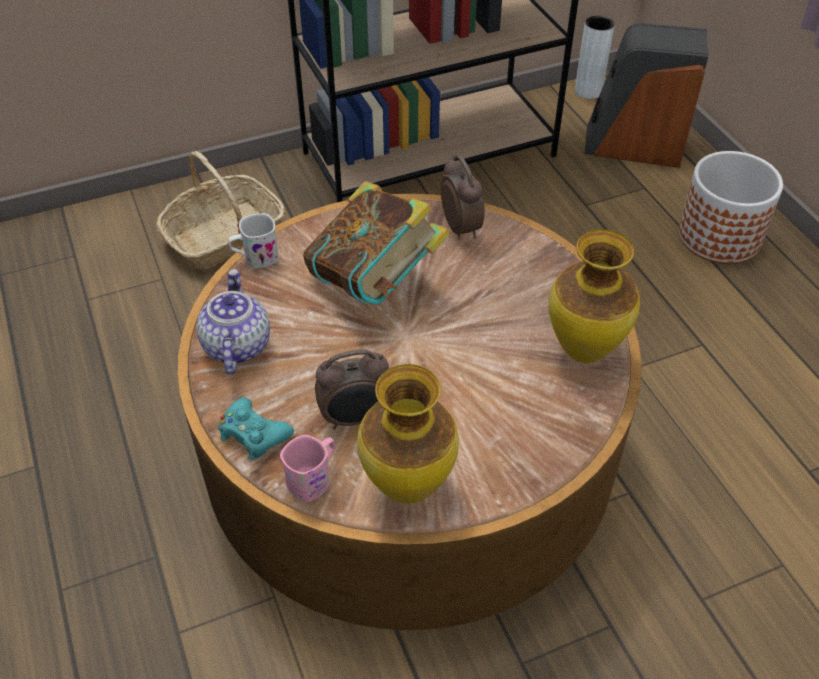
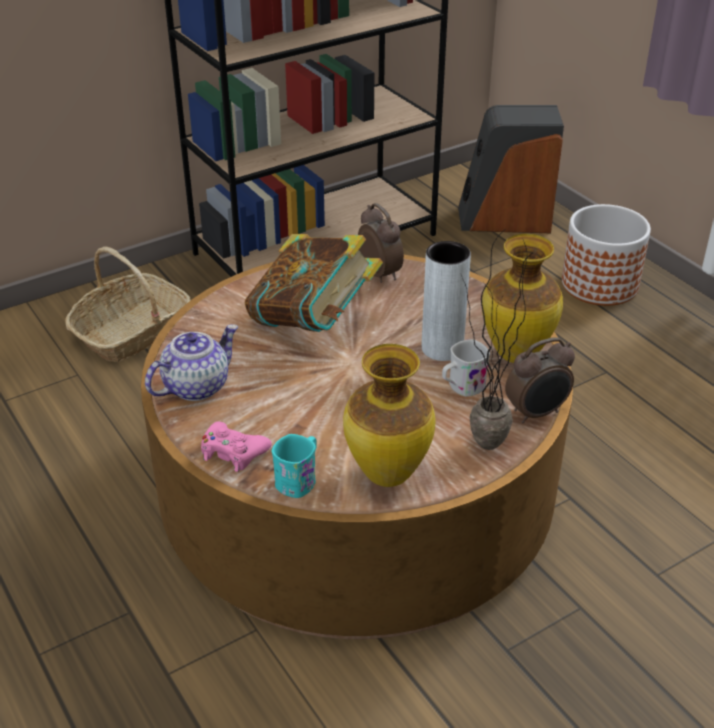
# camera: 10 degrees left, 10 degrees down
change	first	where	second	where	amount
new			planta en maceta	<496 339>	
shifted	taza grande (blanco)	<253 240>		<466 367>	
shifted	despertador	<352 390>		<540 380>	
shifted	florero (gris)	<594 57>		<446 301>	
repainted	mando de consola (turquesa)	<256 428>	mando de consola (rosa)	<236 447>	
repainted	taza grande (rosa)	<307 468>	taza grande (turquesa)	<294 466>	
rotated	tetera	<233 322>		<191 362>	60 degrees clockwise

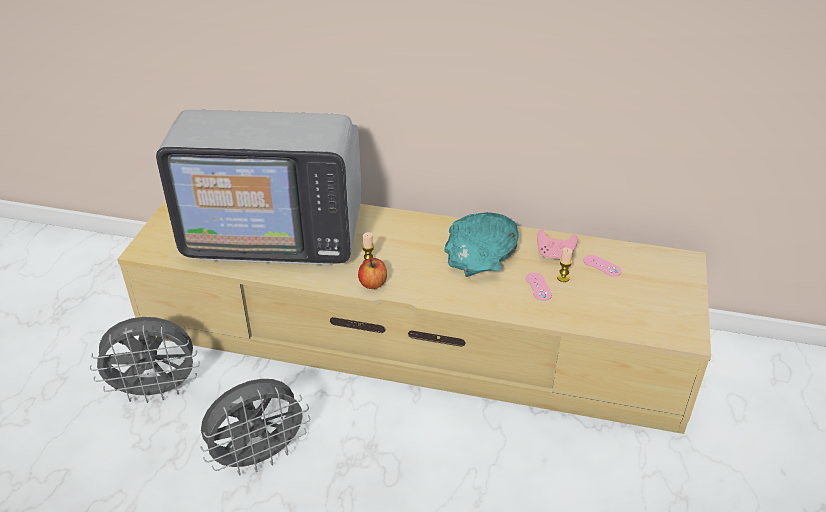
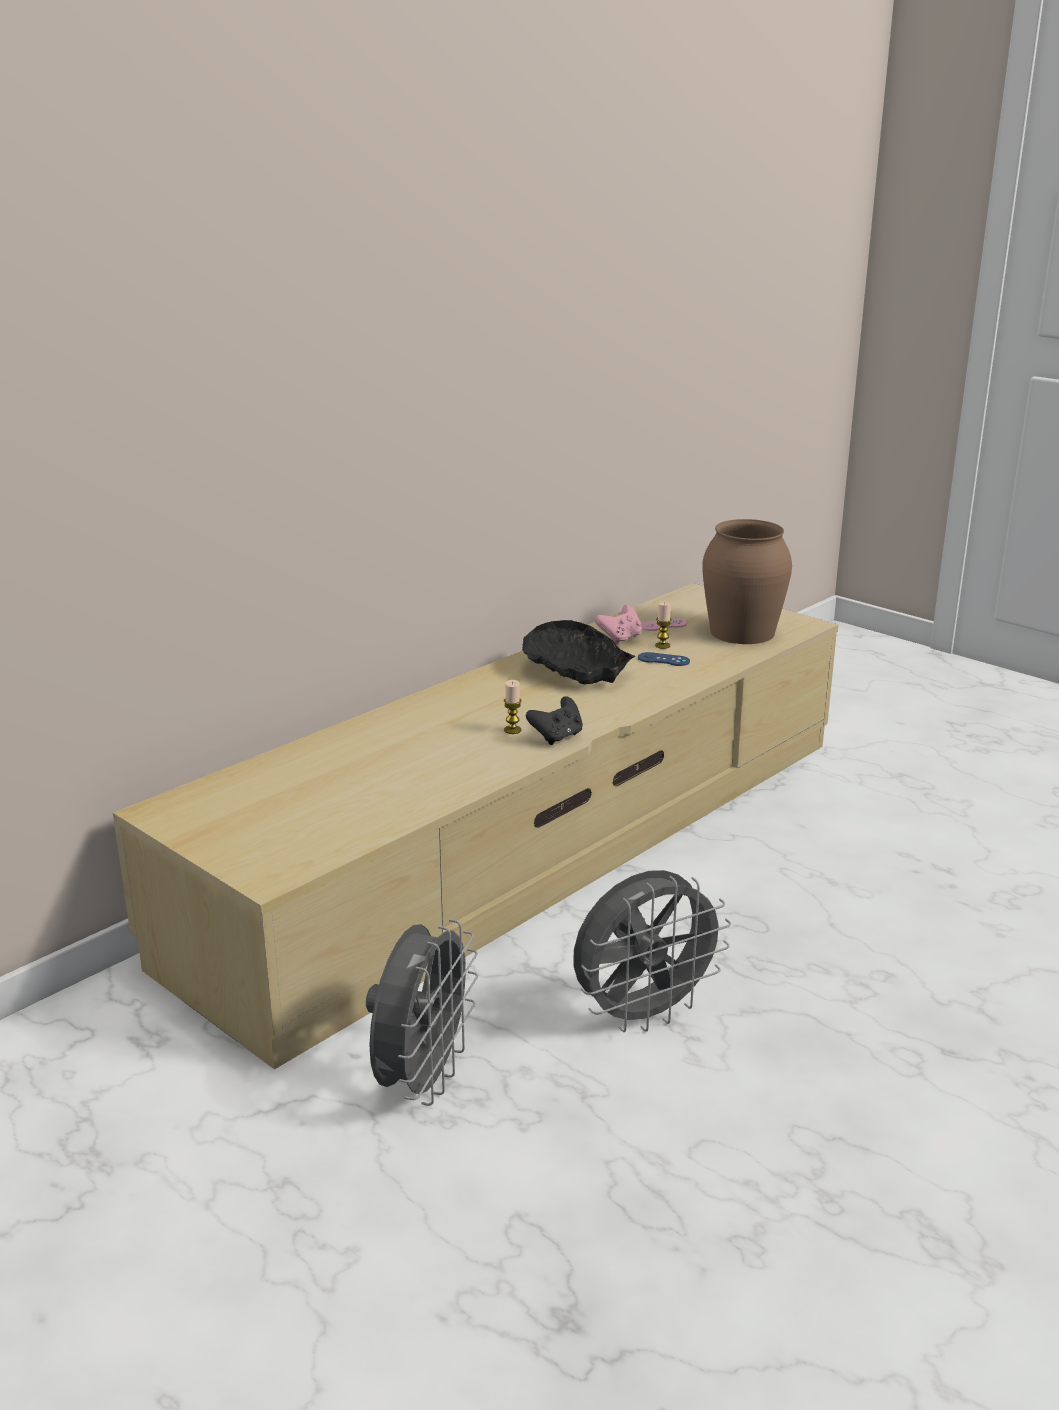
# camera: 60 degrees left, 15 degrees down
change	first	where	second	where	amount
gone	televisor	<259 187>			
new			florero (marrón)	<747 581>	
swapped	manzana	<372 273>	mando de consola (negro)	<554 720>	
repainted	cuenco (turquesa)	<481 244>	cuenco (negro)	<578 652>	
repainted	mando de consola (rosa)	<539 287>	mando de consola (azul)	<664 659>	
rotated	ventilador (gris)	<255 427>		<652 951>	60 degrees clockwise

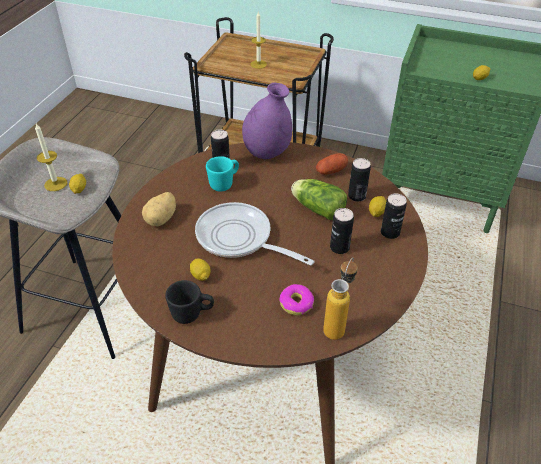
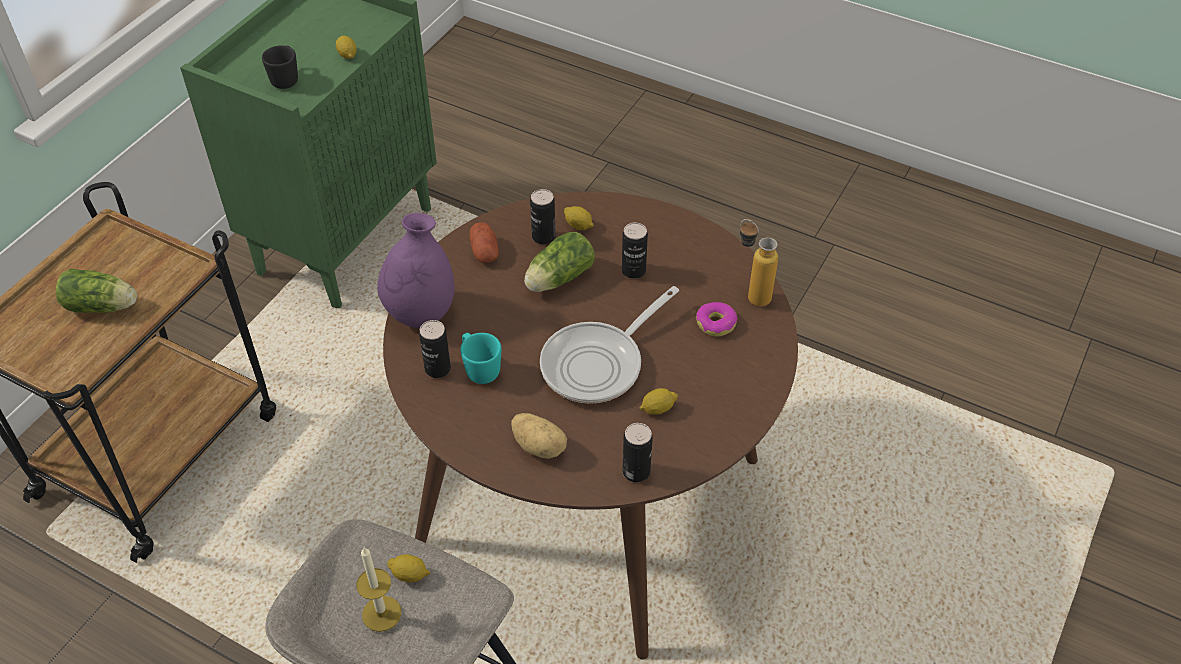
# camera: 80 degrees left, 5 degrees up
change	first	where	second	where	amount
shifted	taza grande (negro)	<189 302>		<280 67>	
shifted	lata	<394 216>		<637 452>	
swapped	vela	<258 40>	lechuga	<96 291>	

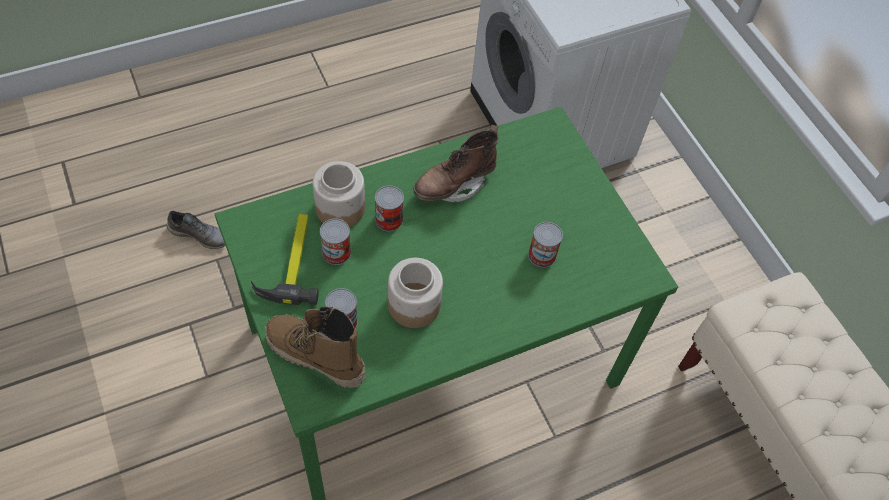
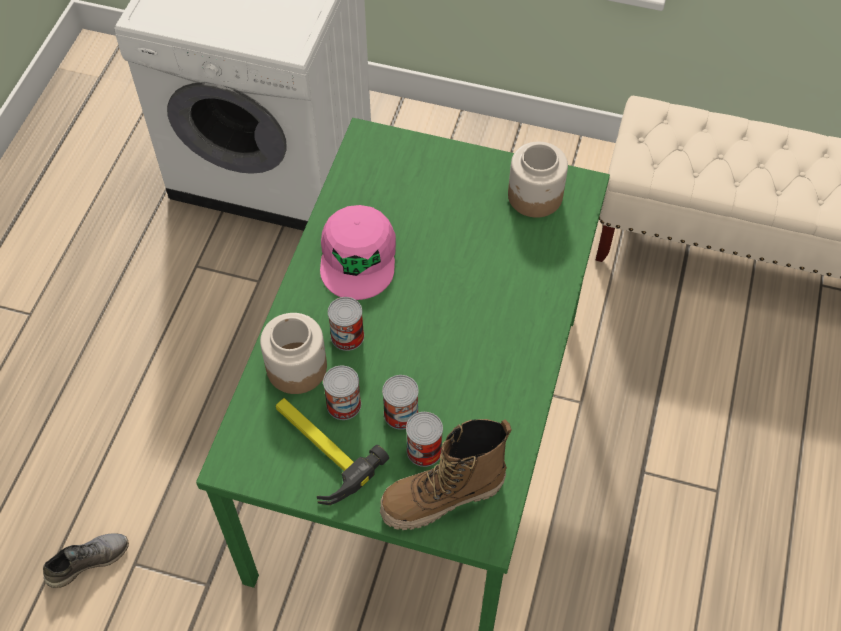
# camera: 45 degrees left, 0 degrees up
change	first	where	second	where	amount
shifted	tarro	<415 293>		<538 180>	
shifted	lata	<545 245>		<400 402>	
swapped	bota (marrón)	<456 163>	gorra (rosa)	<358 252>	

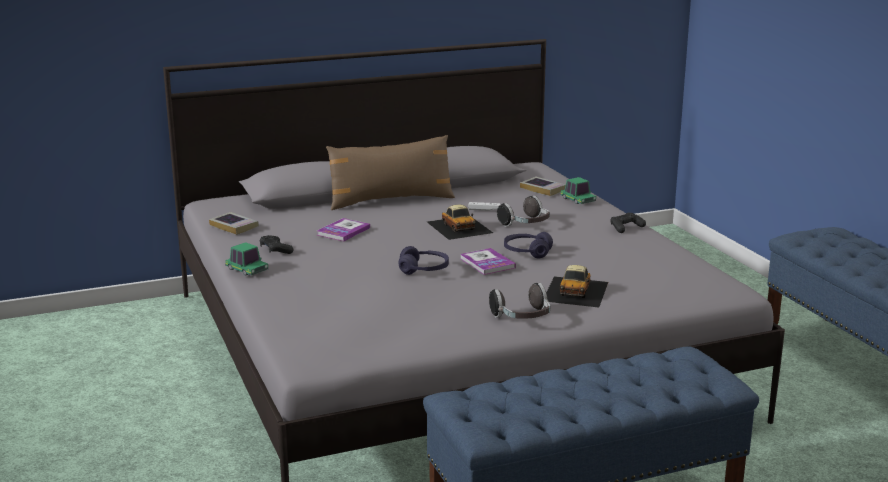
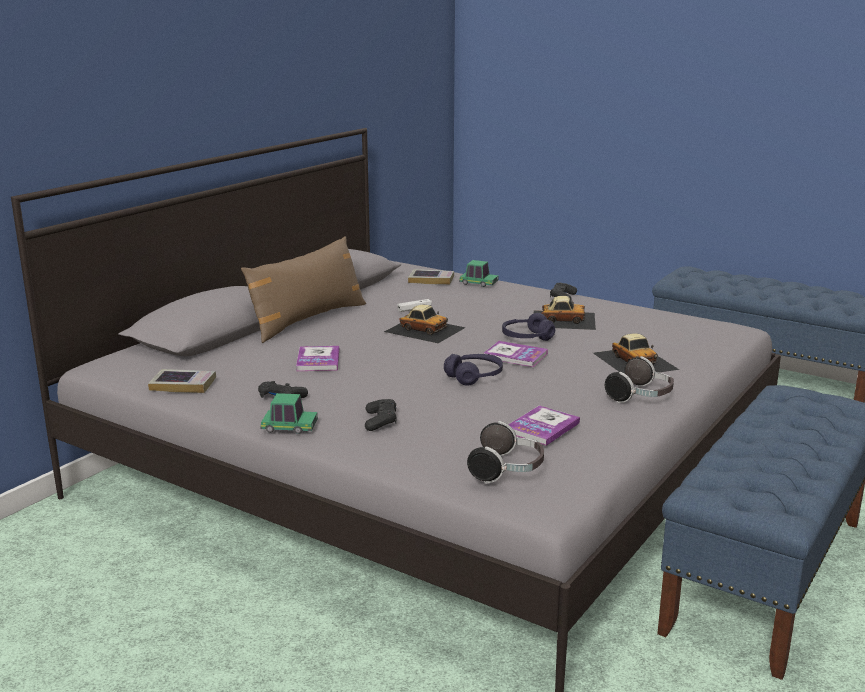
# camera: 35 degrees left, 0 degrees up
change	first	where	second	where	amount
new			mando de consola (negro)	<381 415>	
new			libro	<544 425>	
new			coche de juguete	<564 313>	
shifted	auriculares	<523 211>		<505 452>	

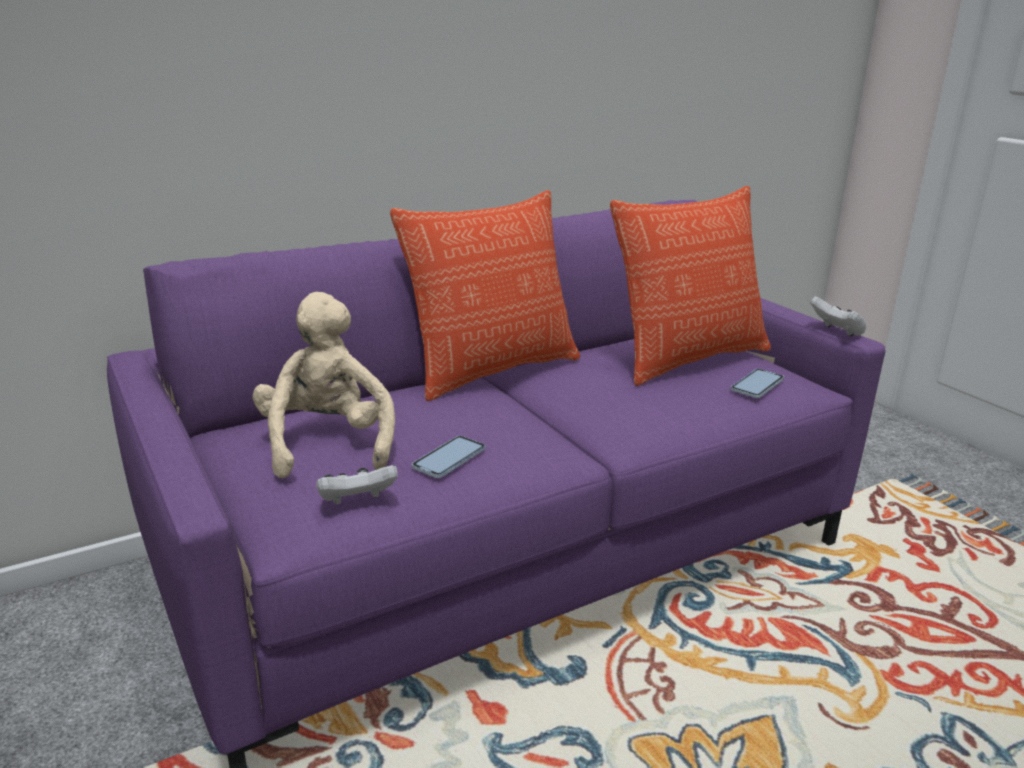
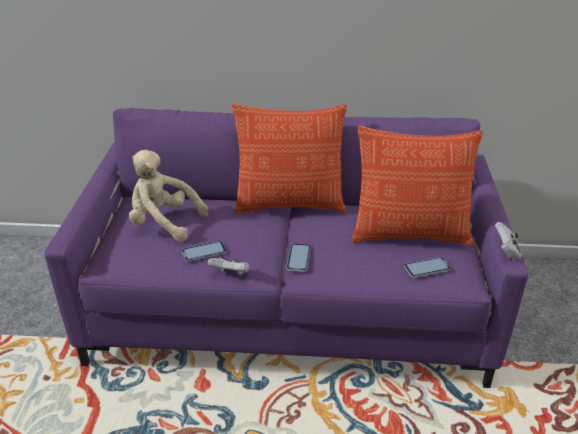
# camera: 35 degrees right, 10 degrees up
change	first	where	second	where	amount
new			móvil	<298 257>	
shifted	mando de consola (blanco)	<357 485>		<228 265>	
rotated	peluche (beis)	<324 385>		<168 195>	90 degrees counterclockwise

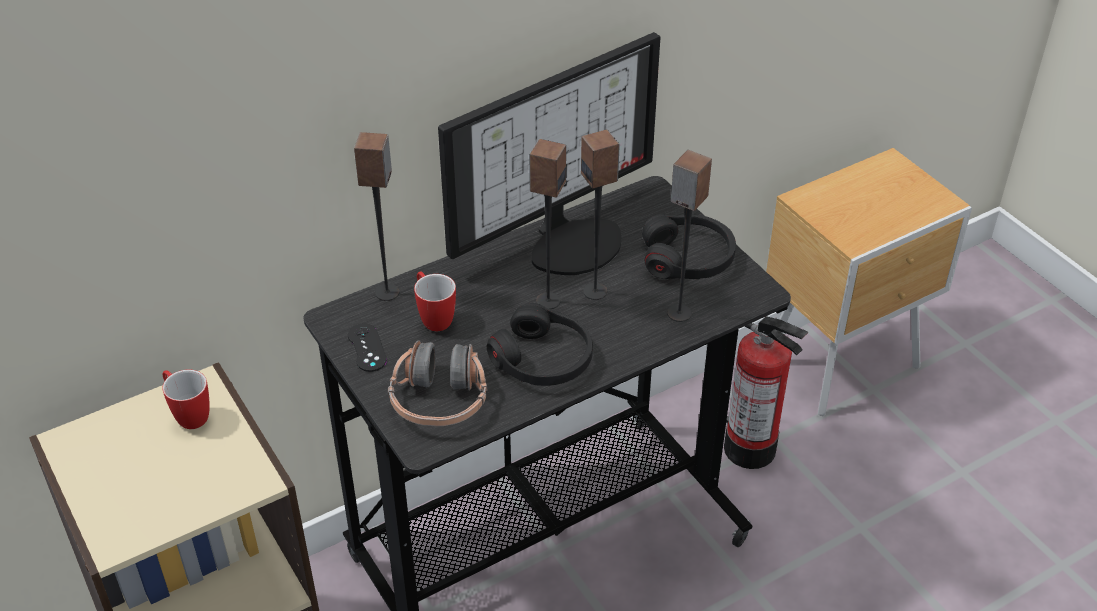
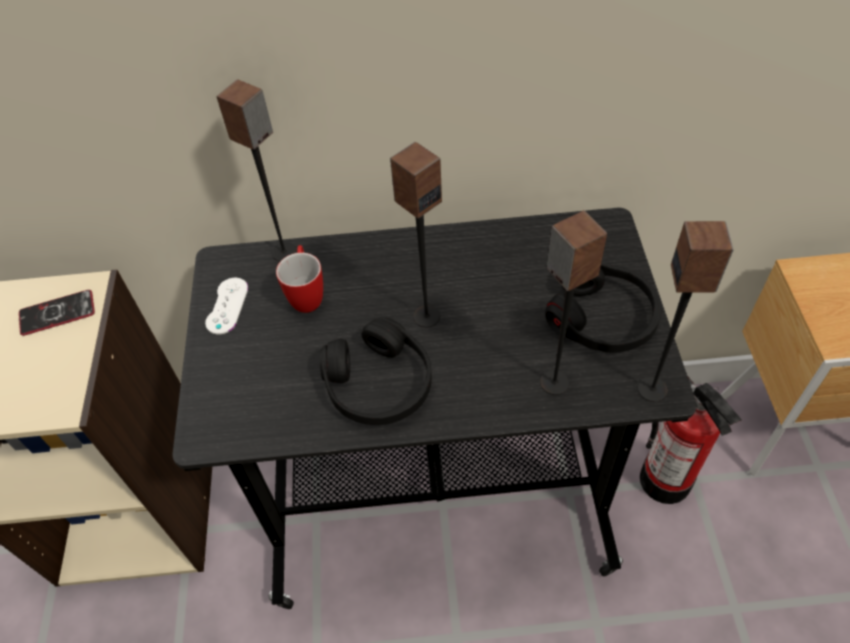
# camera: 30 degrees right, 10 degrees up
change	first	where	second	where	amount
gone	auriculares	<437 383>			
gone	monitor	<549 153>			
shifted	altavoz	<600 215>		<686 311>	
swapped	taza grande	<186 399>	móvil	<57 313>	
repainted	mando de consola (negro)	<367 347>	mando de consola (blanco)	<226 306>	

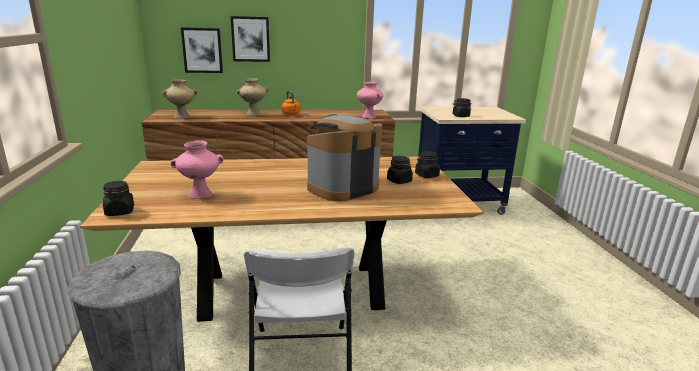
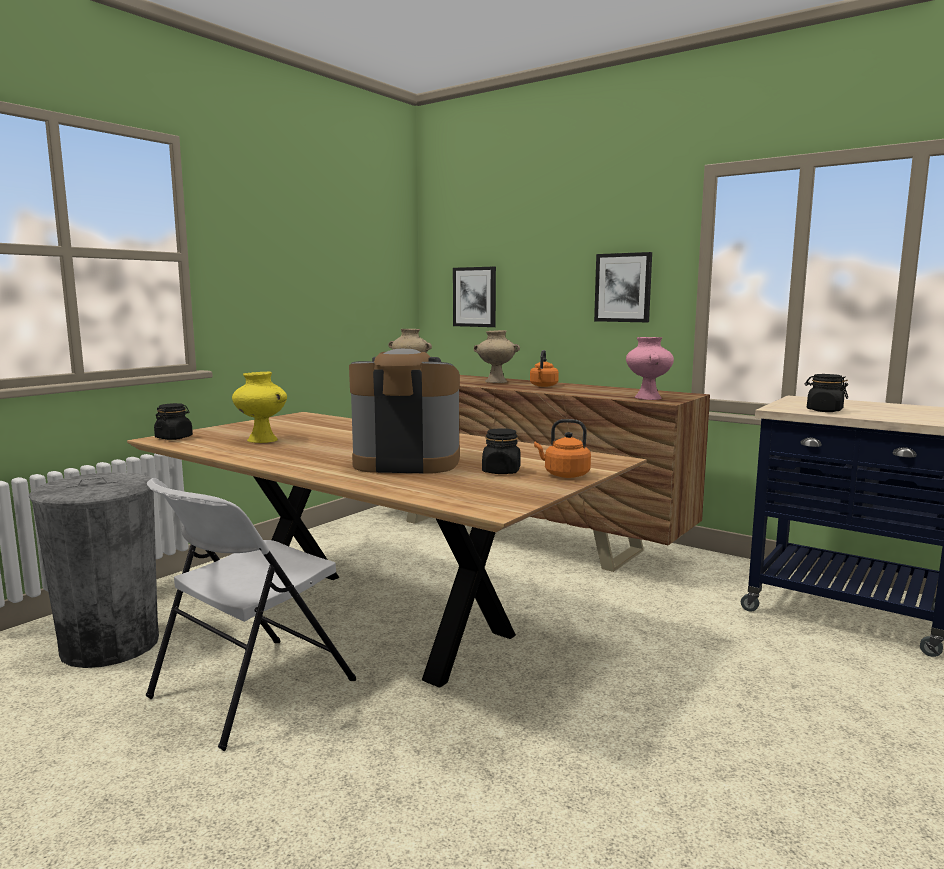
# camera: 45 degrees right, 10 degrees down
change	first	where	second	where	amount
shifted	cuadro	<250 39>		<623 287>	
swapped	tarro (negro)	<428 164>	hervidor (naranja)	<562 448>	
repainted	florero (rosa)	<197 169>	florero (amarillo)	<259 407>	

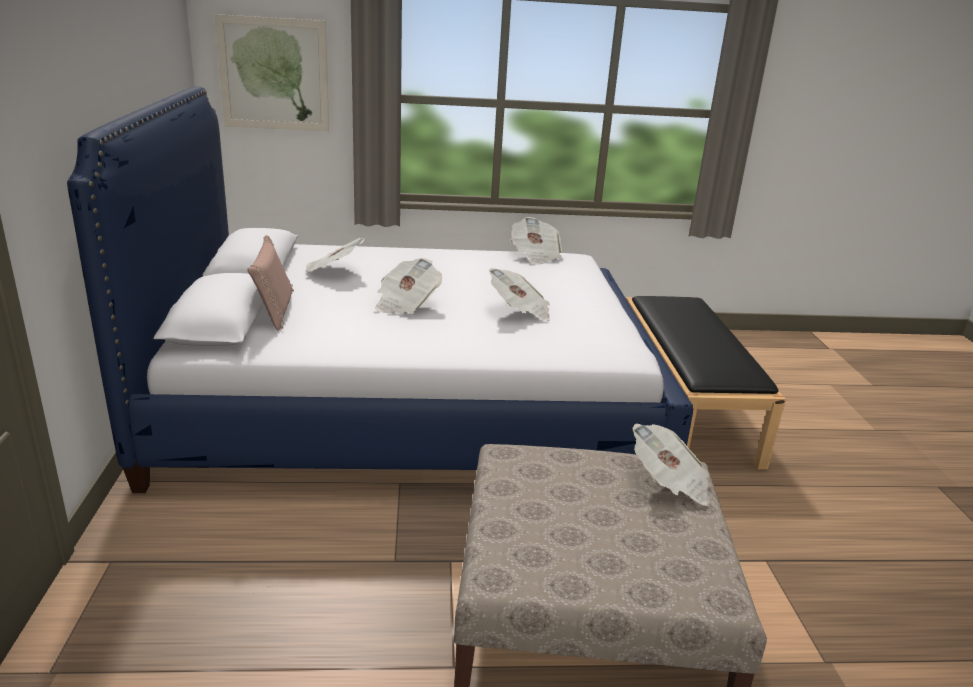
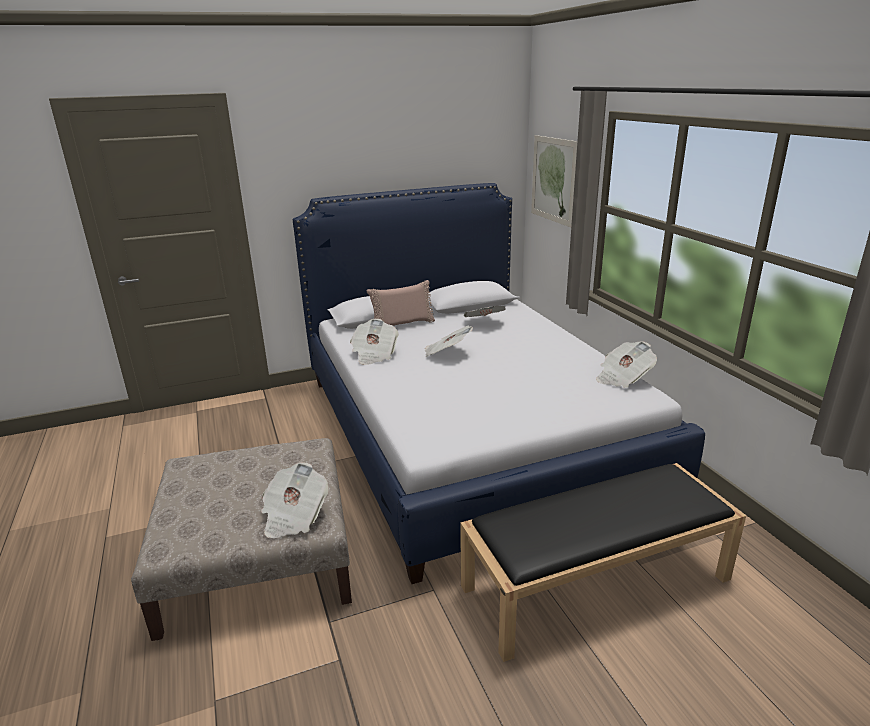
# camera: 75 degrees right, 0 degrees up
change	first	where	second	where	amount
shifted	periódico	<519 294>		<374 342>	

